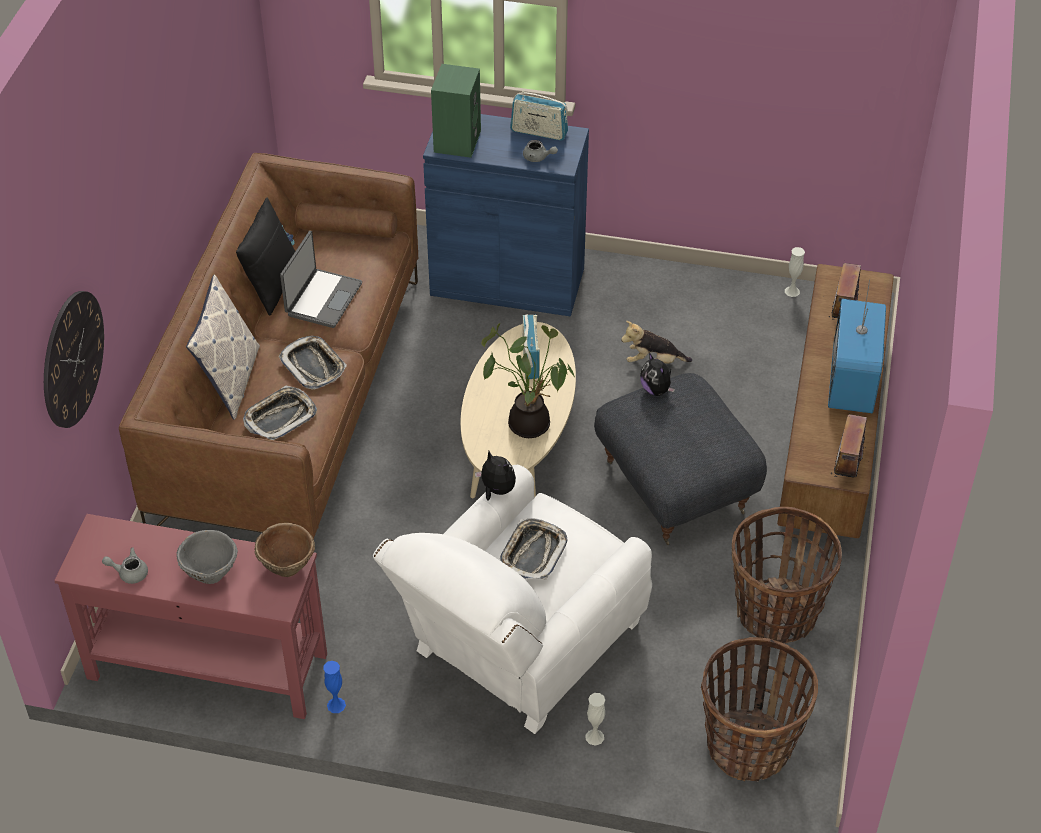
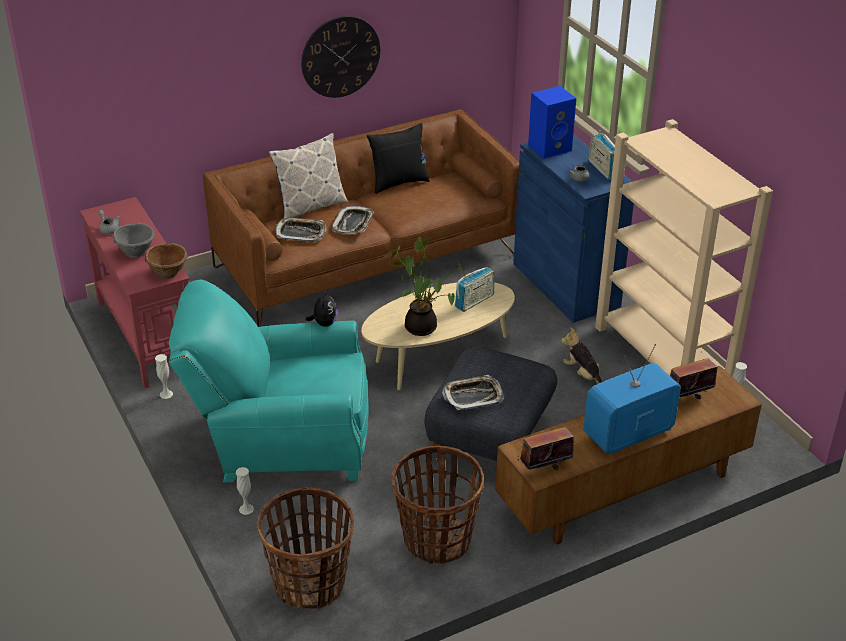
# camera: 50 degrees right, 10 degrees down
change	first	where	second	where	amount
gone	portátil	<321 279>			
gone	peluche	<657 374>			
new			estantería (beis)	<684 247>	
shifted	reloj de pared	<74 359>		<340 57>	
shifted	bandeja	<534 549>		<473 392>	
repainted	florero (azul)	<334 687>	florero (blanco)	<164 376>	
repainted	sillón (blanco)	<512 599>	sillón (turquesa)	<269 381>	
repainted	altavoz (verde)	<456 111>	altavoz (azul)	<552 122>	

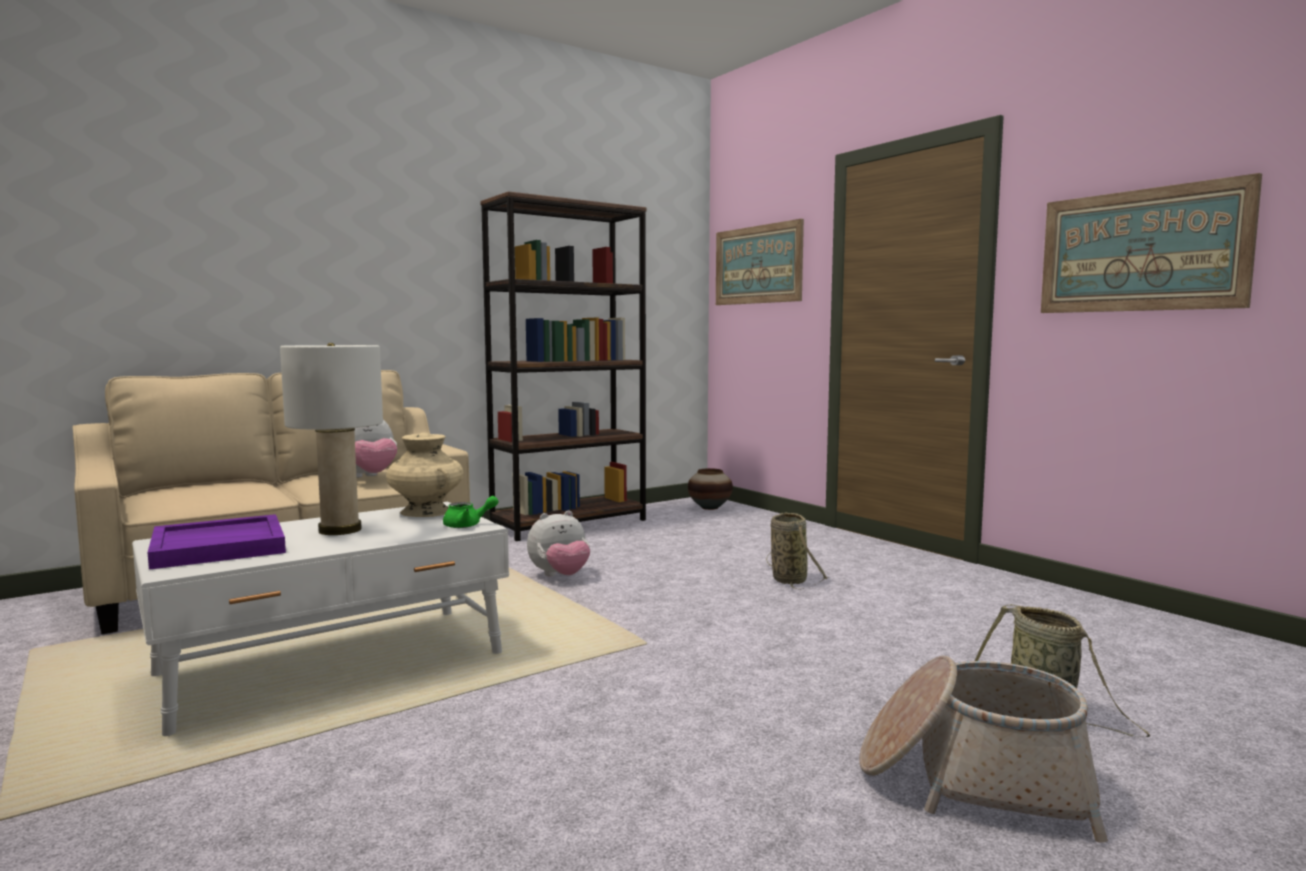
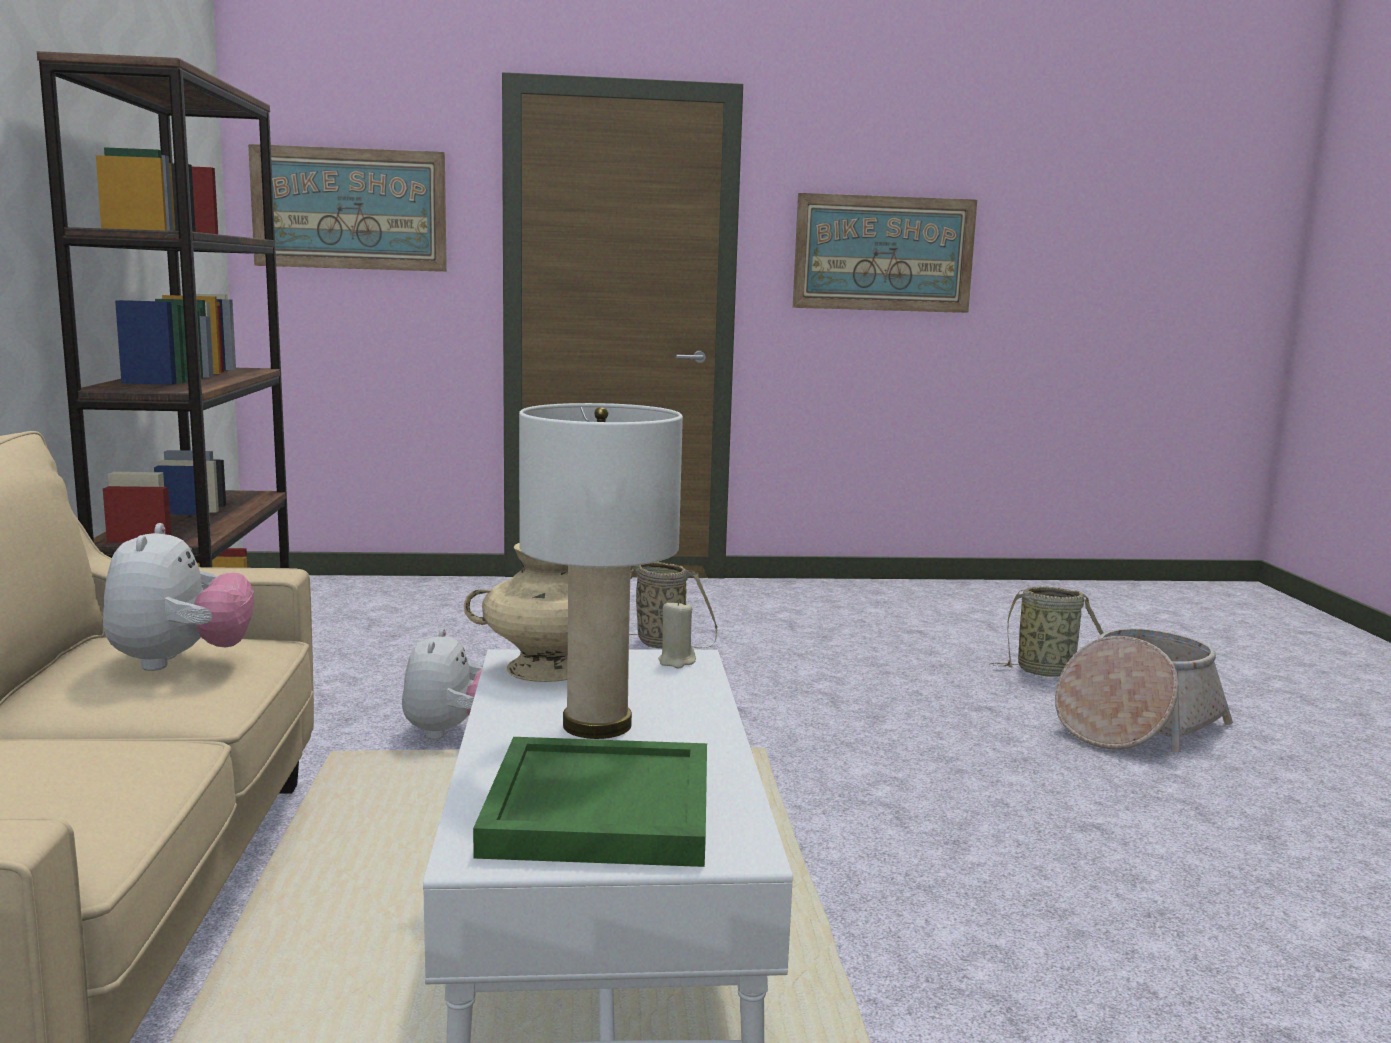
# camera: 60 degrees left, 5 degrees up
change	first	where	second	where	amount
gone	florero	<710 489>			
swapped	tetera (verde)	<470 512>	vela (beis)	<677 634>	
repainted	bandeja (morado)	<217 542>	bandeja (verde)	<590 802>	

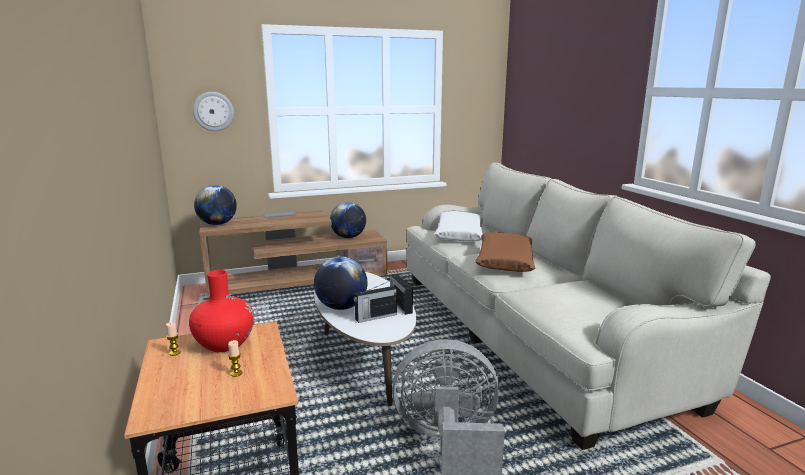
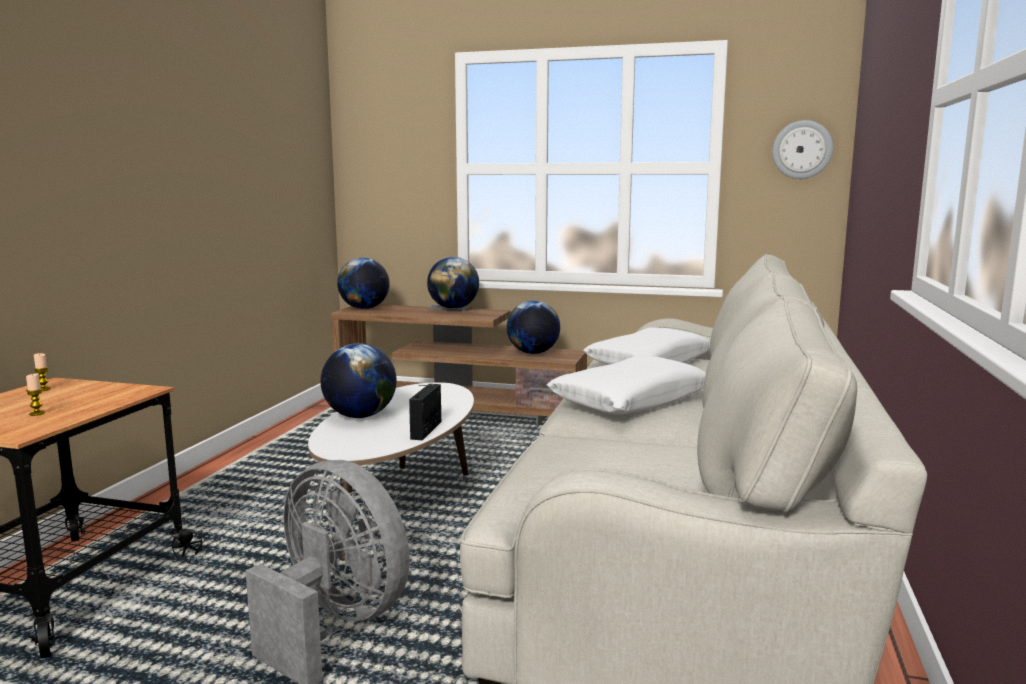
# camera: 35 degrees right, 5 degrees down
change	first	where	second	where	amount
gone	florero (rojo)	<221 311>			
gone	radio	<375 302>			
new			globo terráqueo	<453 283>	
shifted	reloj de pared	<213 111>		<802 149>	
repainted	cojín (marrón)	<505 252>	cojín (blanco)	<626 384>	

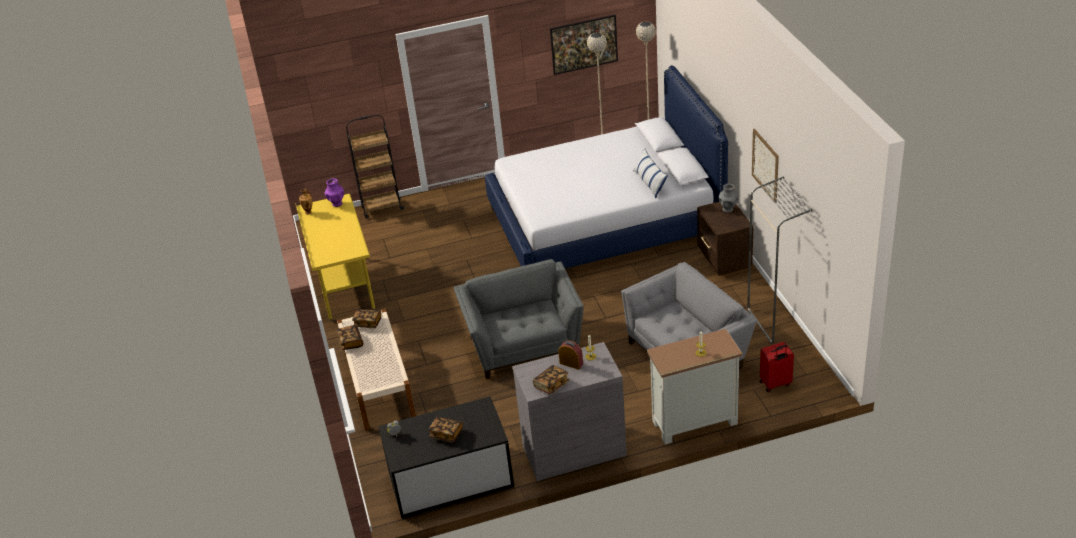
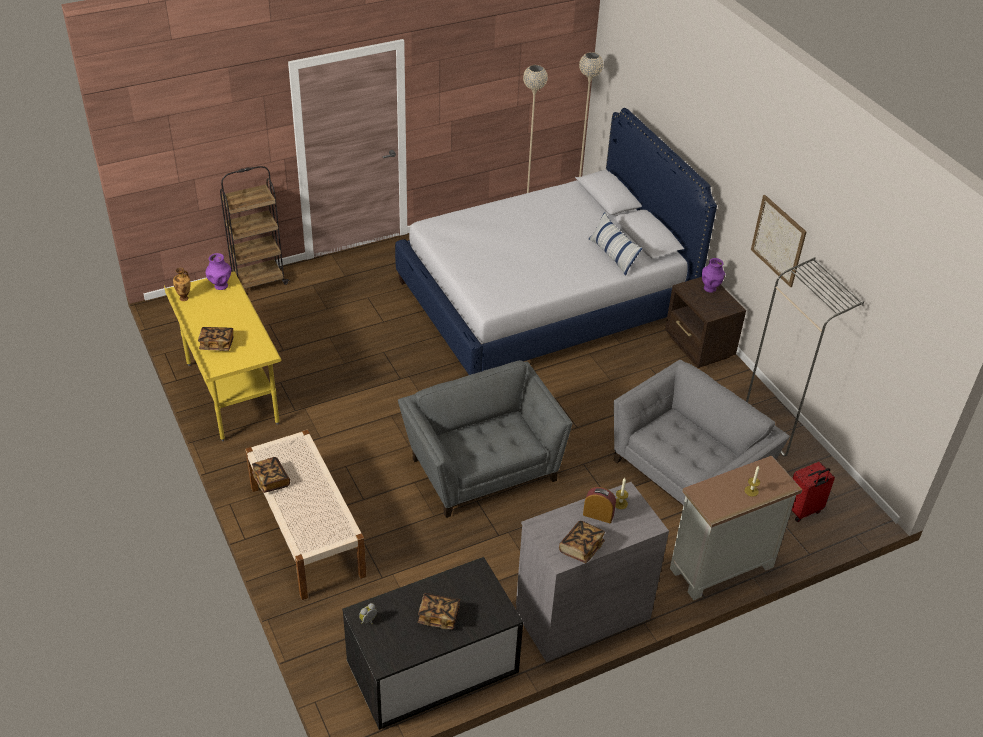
# camera: 15 degrees left, 5 degrees up
change	first	where	second	where	amount
gone	cuadro	<584 44>			
shifted	libro	<366 318>		<215 339>	
repainted	florero (gris)	<728 198>	florero (morado)	<713 275>	

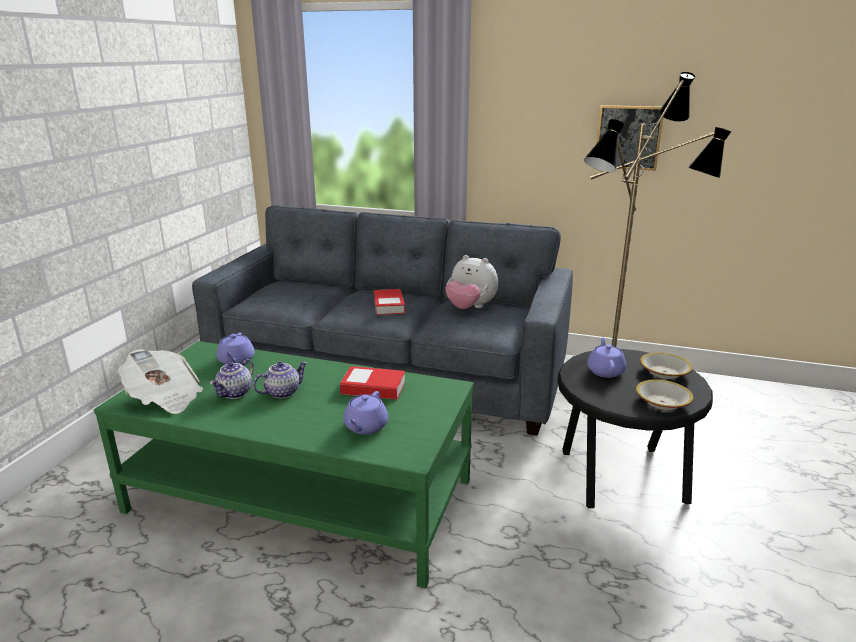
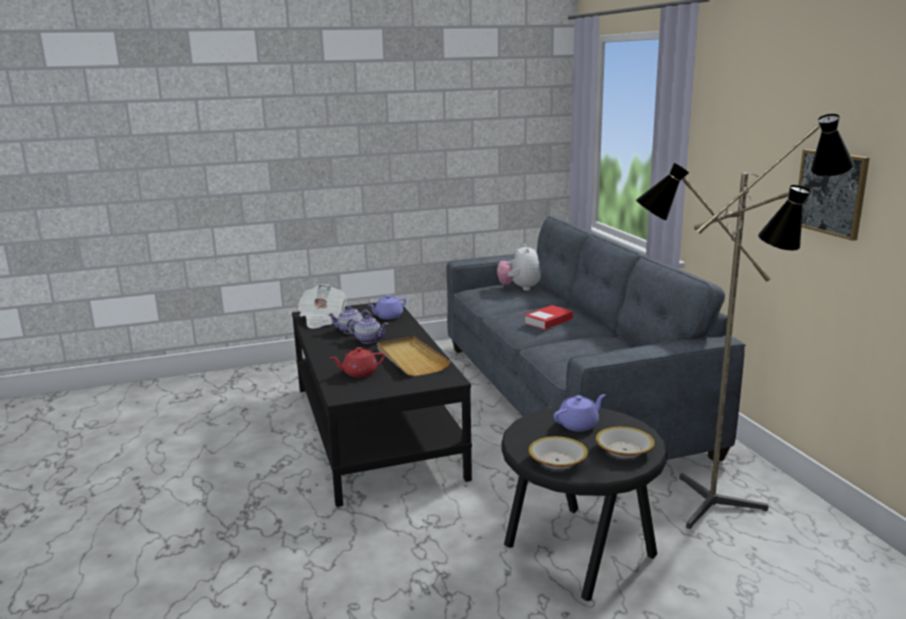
# camera: 55 degrees right, 5 degrees down
change	first	where	second	where	amount
shifted	peluche	<471 282>		<519 267>	
swapped	libro	<372 383>	bandeja (beis)	<414 356>	
repainted	mesa de centro (verde)	<284 465>	mesa de centro (negro)	<382 404>	
repainted	tetera (morado)	<366 412>	tetera (rojo)	<357 362>	

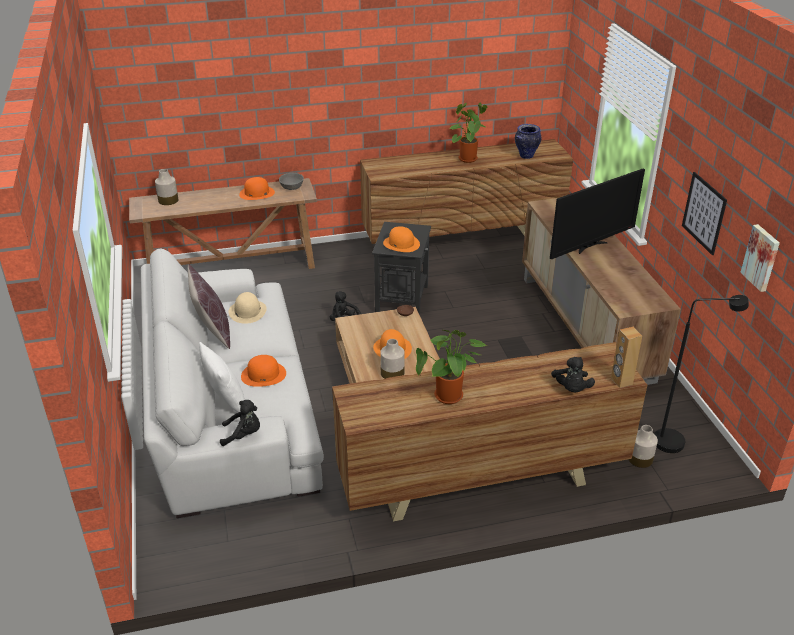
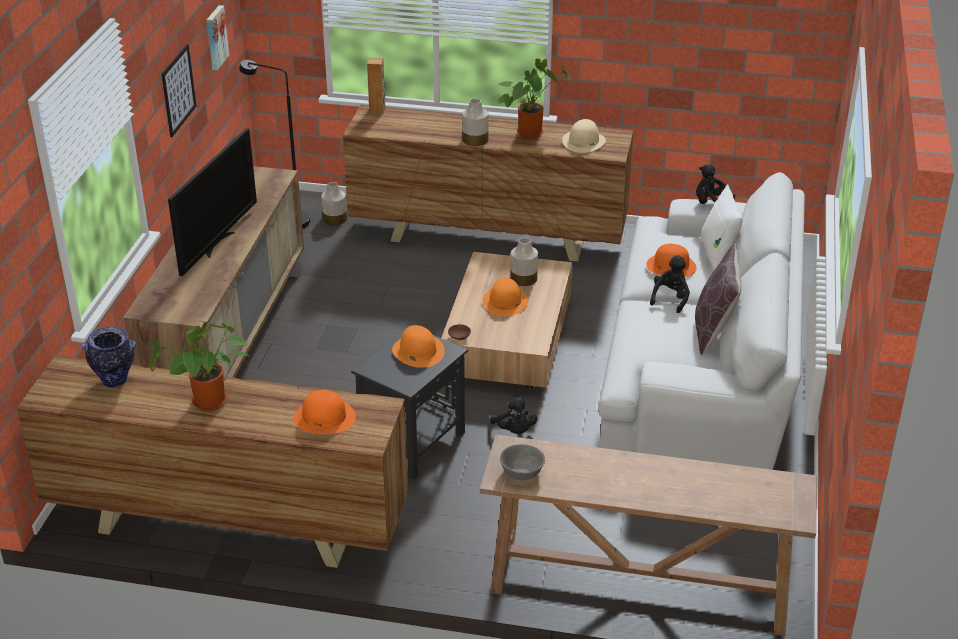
# camera: 155 degrees left, 0 degrees up
change	first	where	second	where	amount
shifted	florero (beis)	<167 187>		<475 122>	
shifted	sombrero (beis)	<247 308>		<584 136>	
shifted	sombrero (naranja)	<257 188>		<324 412>	
shifted	peluche (negro)	<573 374>		<670 284>	
rotated	televisor	<597 214>		<212 202>	120 degrees clockwise

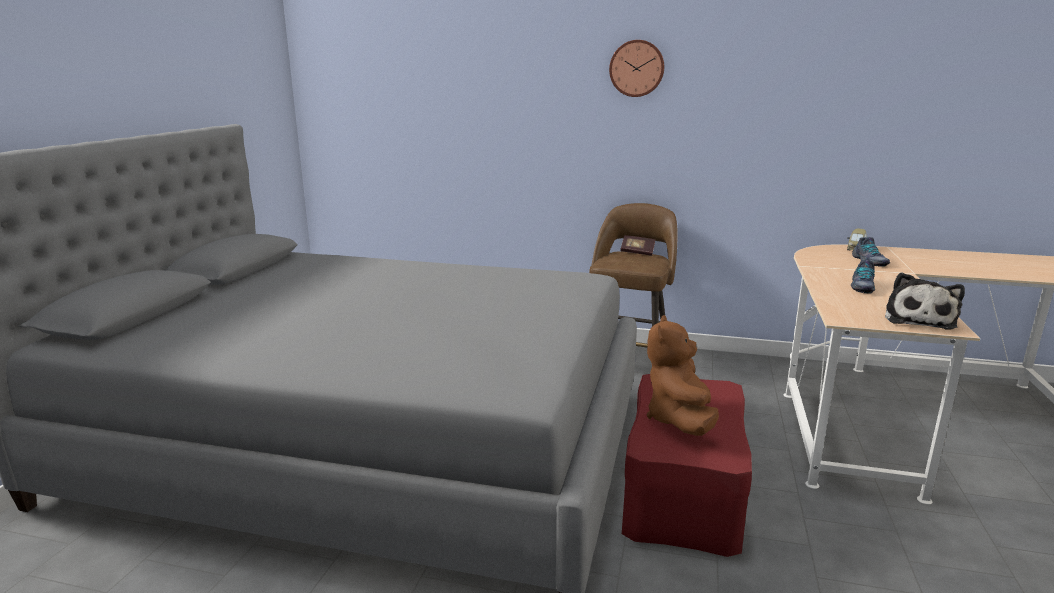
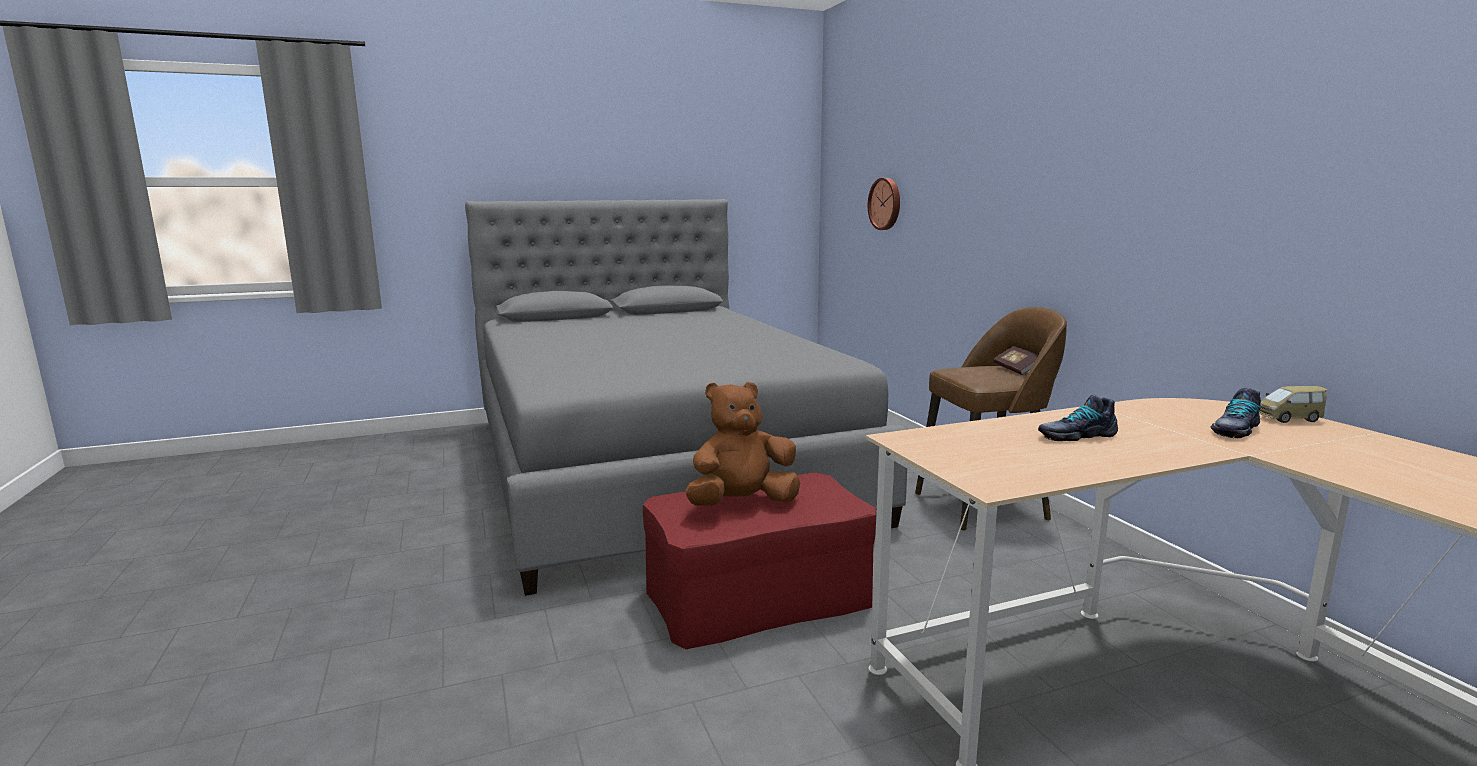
# camera: 55 degrees right, 5 degrees down
change	first	where	second	where	amount
gone	peluche	<925 300>			
shifted	reloj de pared	<636 68>		<884 204>	

